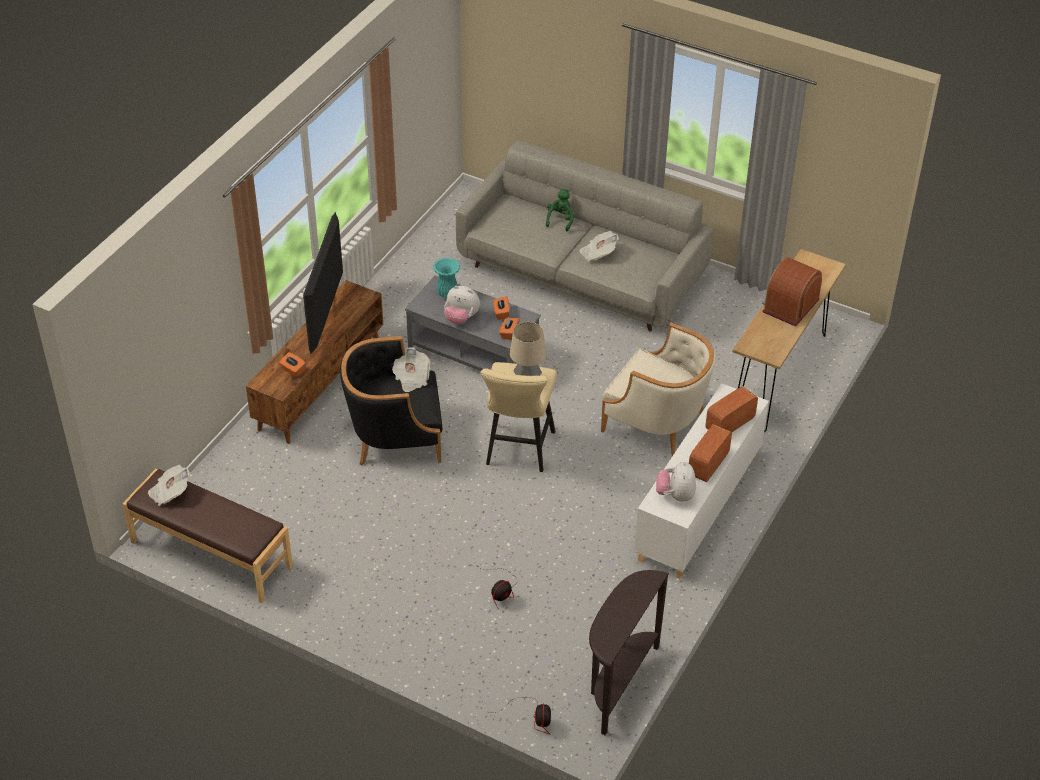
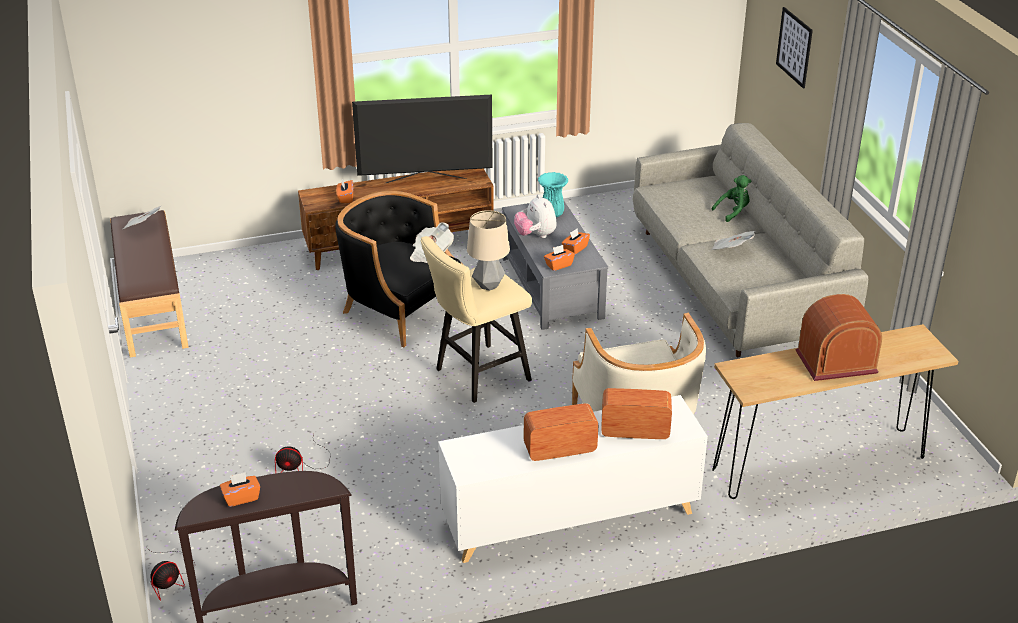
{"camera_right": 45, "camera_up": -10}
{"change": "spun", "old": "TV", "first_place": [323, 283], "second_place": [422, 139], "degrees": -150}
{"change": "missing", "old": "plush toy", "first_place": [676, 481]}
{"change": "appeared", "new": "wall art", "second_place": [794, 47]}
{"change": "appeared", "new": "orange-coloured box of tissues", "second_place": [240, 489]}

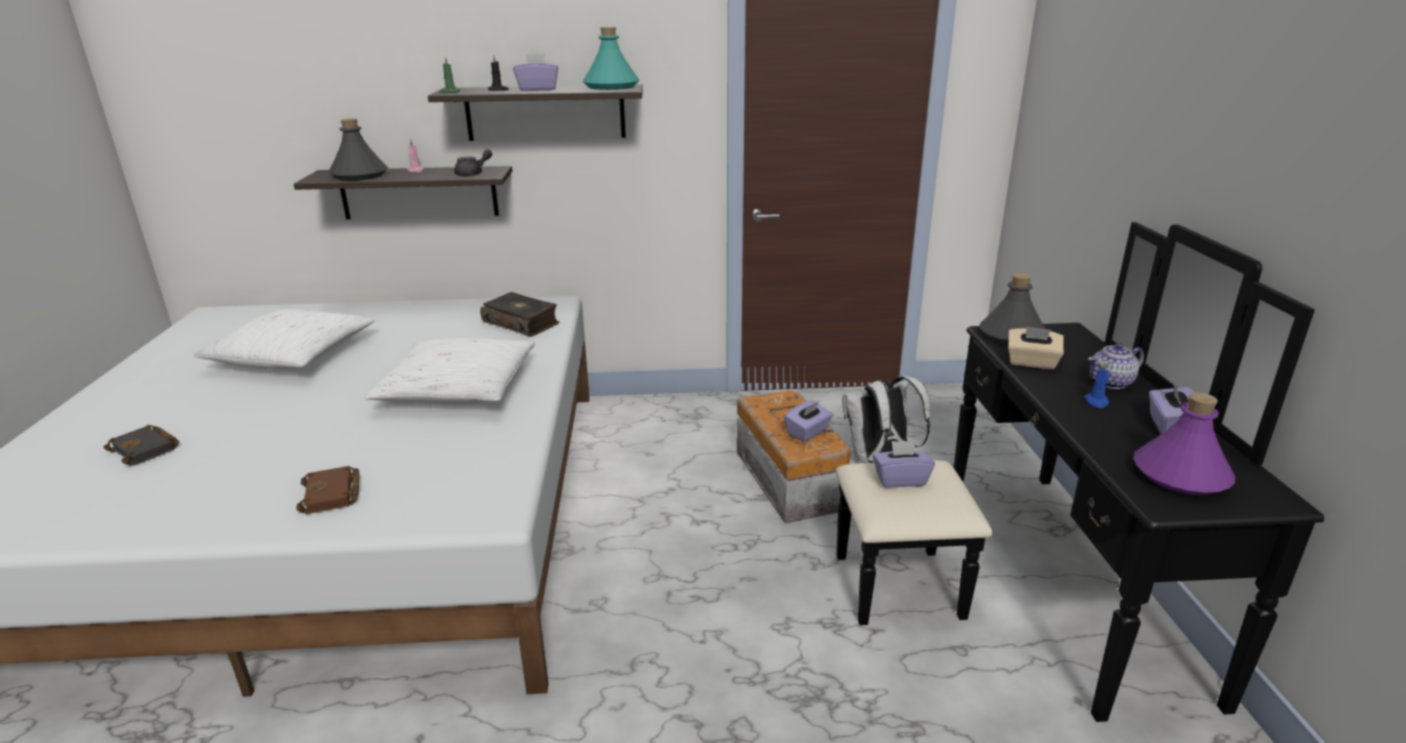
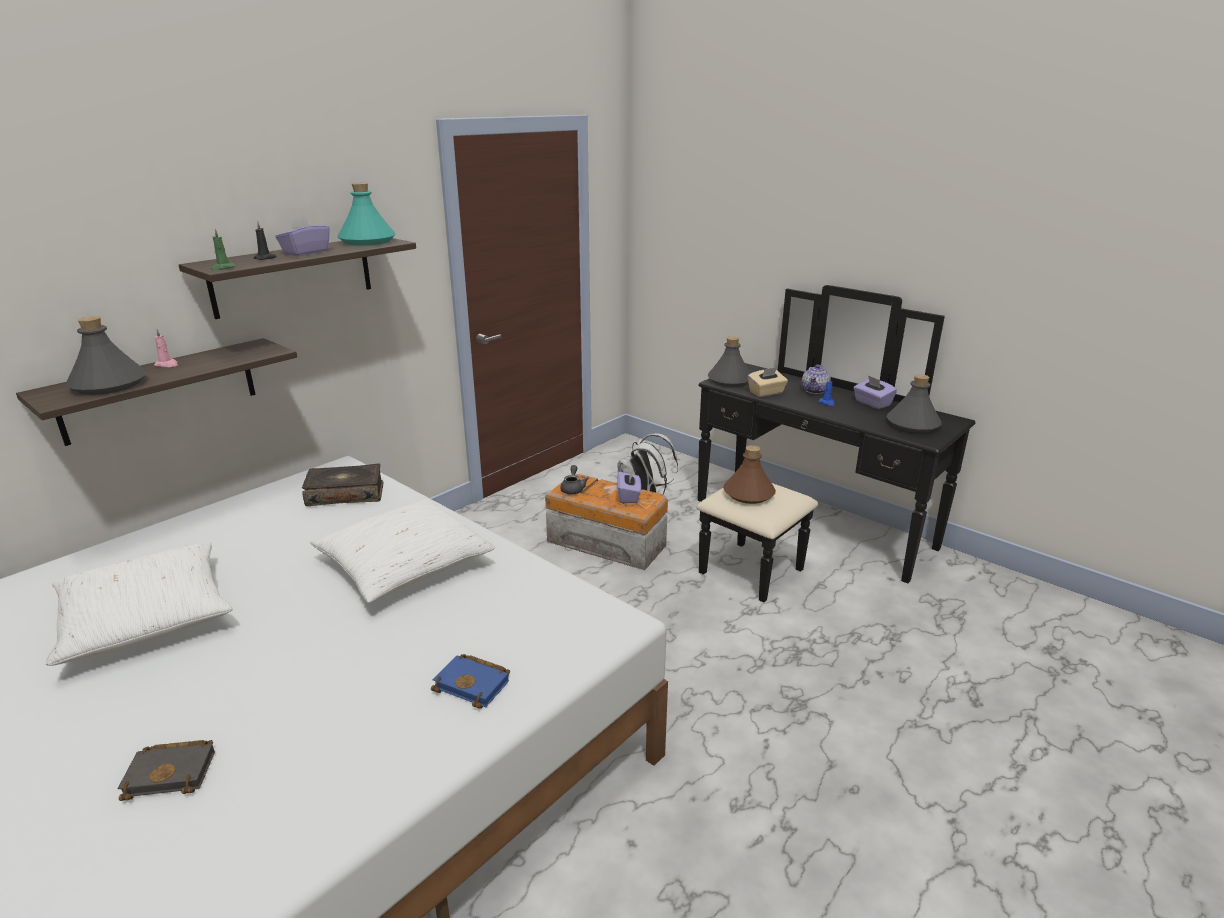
{"camera_right": -45, "camera_up": 0}
{"change": "relocated", "old": "greyish pot for tea", "first_place": [473, 163], "second_place": [574, 479]}
{"change": "colour", "old": "purple drink bottle", "new": "greyish drink bottle", "first_place": [1184, 443], "second_place": [914, 403]}
{"change": "exchanged", "old": "purple box of tissues", "new": "brownish drink bottle", "first_place": [904, 464], "second_place": [749, 474]}
{"change": "colour", "old": "brownish book", "new": "blue book", "first_place": [328, 490], "second_place": [470, 681]}

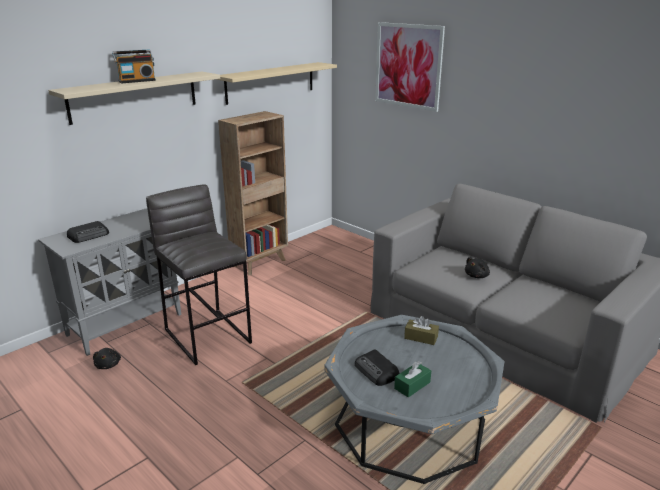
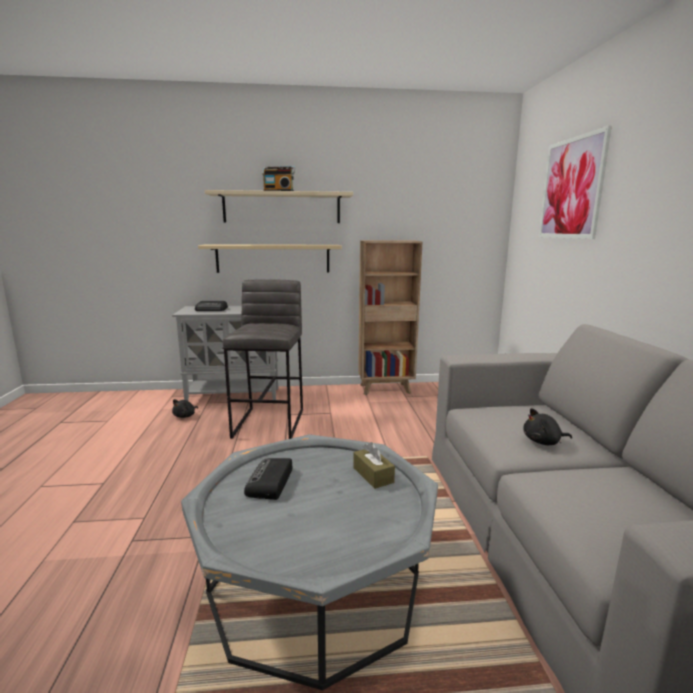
{"camera_right": 40, "camera_up": -10}
{"change": "relocated", "old": "sand-coloured shelf", "first_place": [276, 83], "second_place": [270, 258]}
{"change": "missing", "old": "green box of tissues", "first_place": [412, 379]}

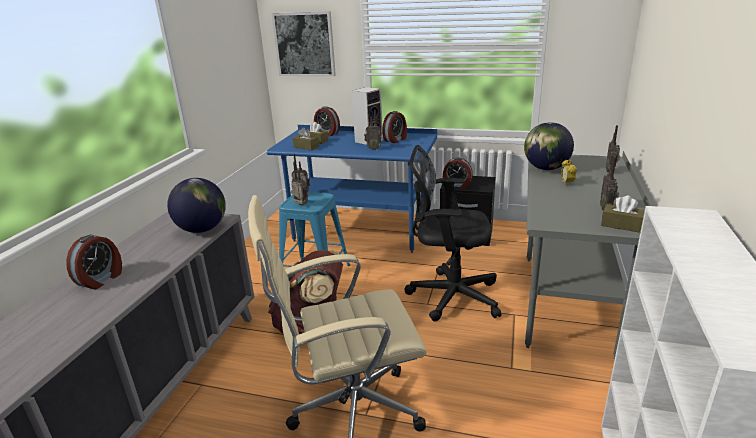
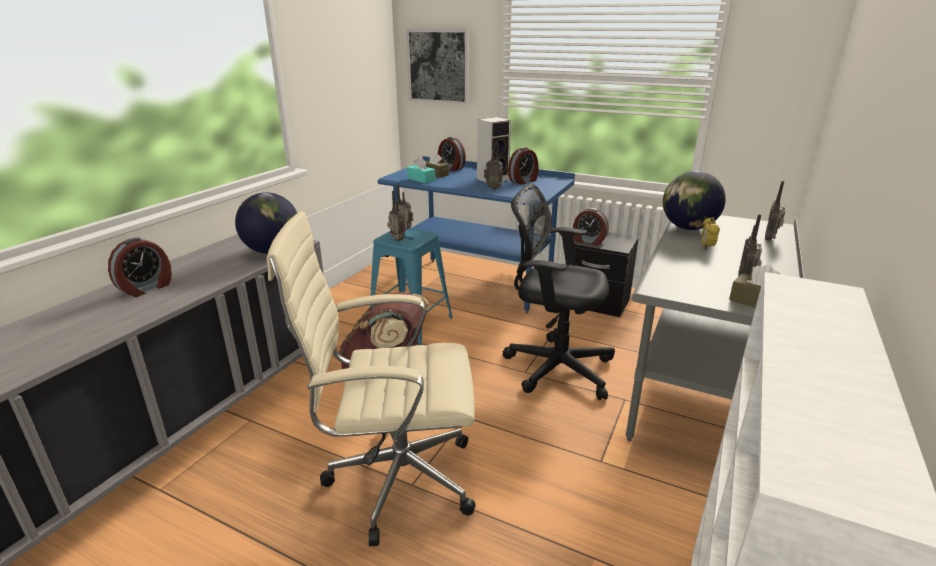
{"camera_right": 10, "camera_up": 0}
{"change": "colour", "old": "brownish box of tissues", "new": "turquoise box of tissues", "first_place": [305, 139], "second_place": [421, 170]}

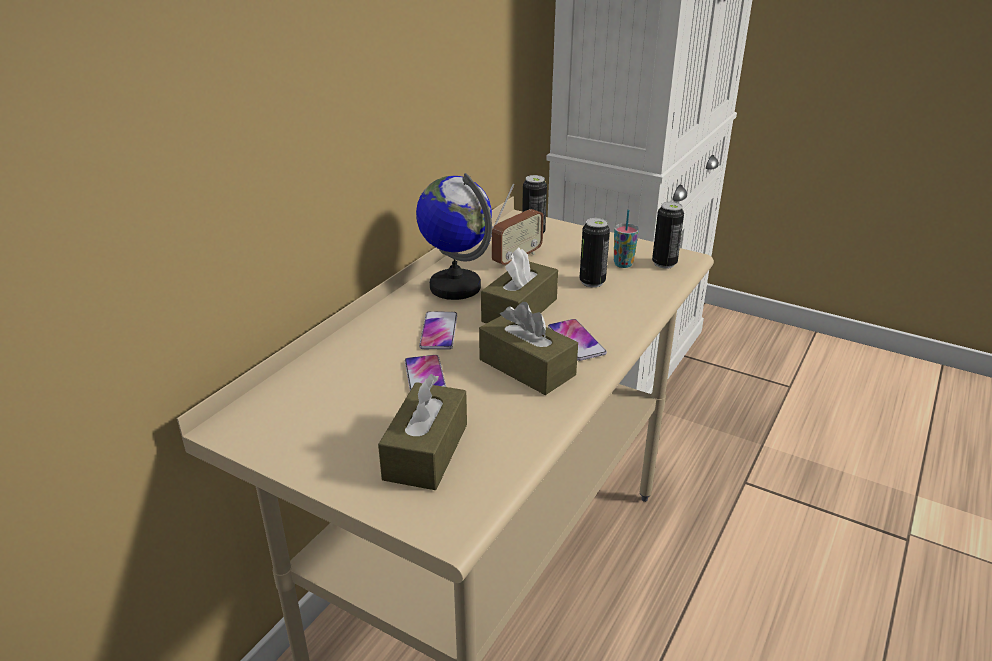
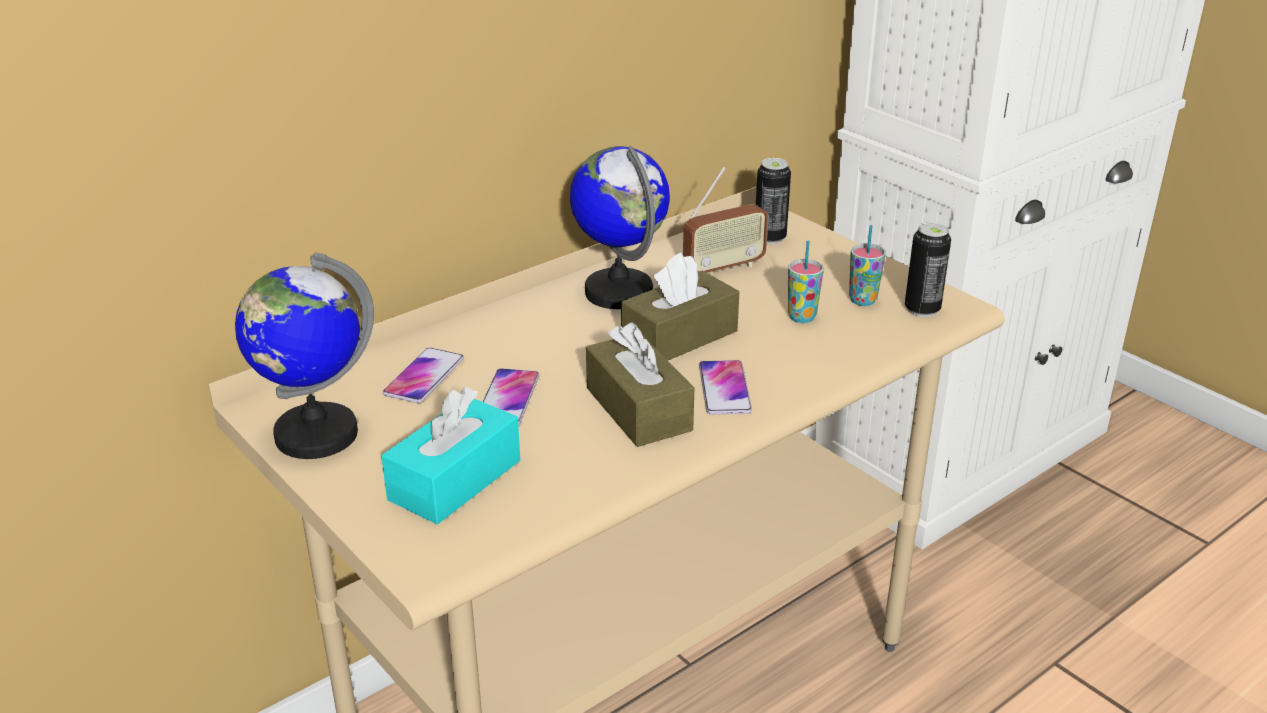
{"camera_right": 20, "camera_up": 0}
{"change": "exchanged", "old": "can", "new": "cup", "first_place": [595, 252], "second_place": [806, 281]}
{"change": "relocated", "old": "handset", "first_place": [438, 330], "second_place": [423, 375]}
{"change": "colour", "old": "brownish box of tissues", "new": "turquoise box of tissues", "first_place": [422, 432], "second_place": [450, 456]}
{"change": "appeared", "new": "world globe", "second_place": [304, 356]}

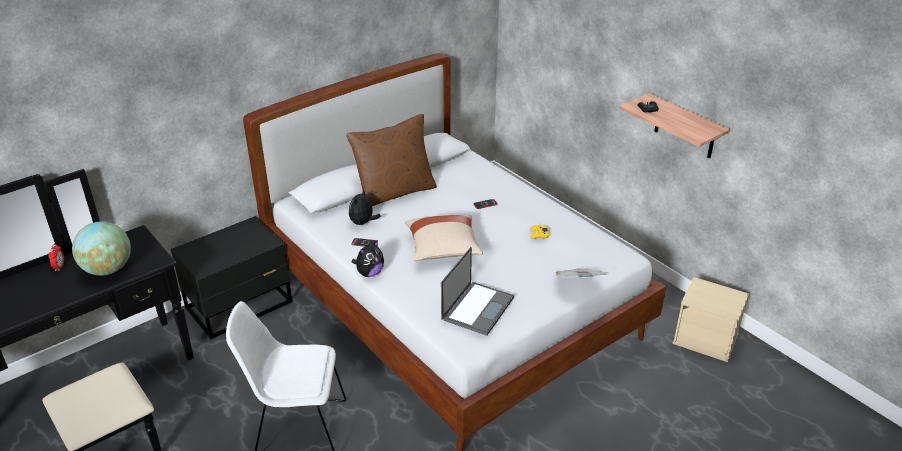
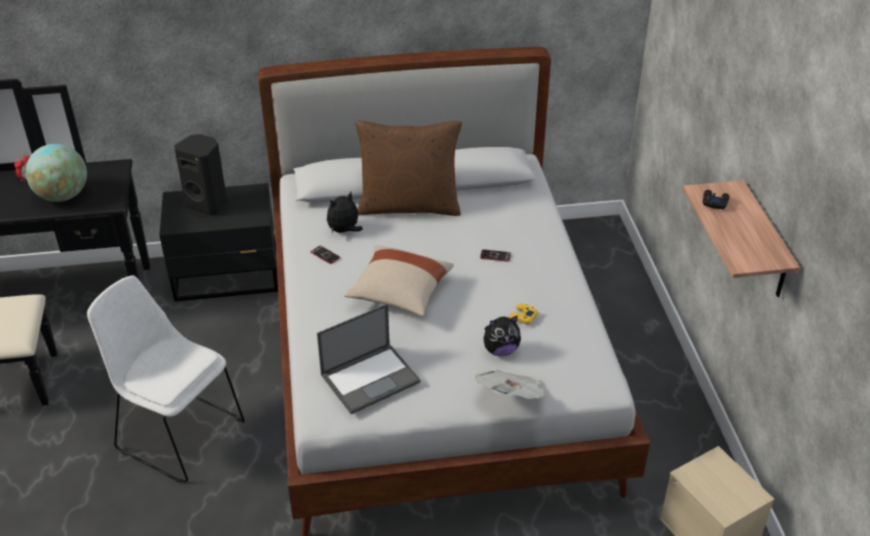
{"camera_right": 30, "camera_up": 5}
{"change": "relocated", "old": "plush toy", "first_place": [368, 258], "second_place": [502, 335]}
{"change": "appeared", "new": "black speaker", "second_place": [200, 174]}

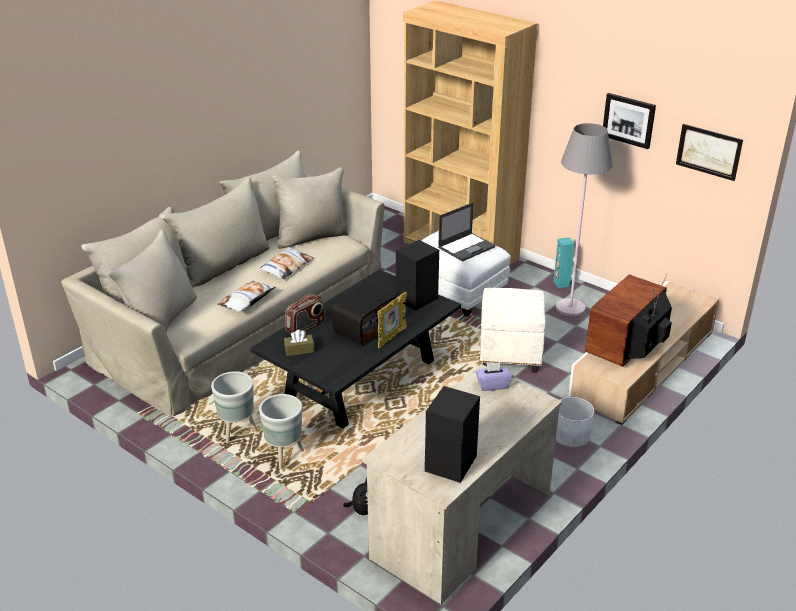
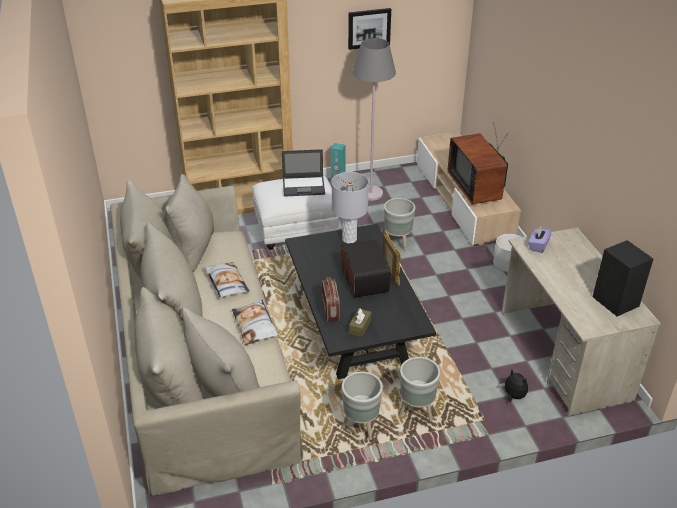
{"camera_right": -55, "camera_up": 5}
{"change": "missing", "old": "wall art", "first_place": [709, 152]}
{"change": "spun", "old": "portable computer", "first_place": [466, 232], "second_place": [303, 173], "degrees": 90}
{"change": "exchanged", "old": "black speaker", "new": "greyish lamp for a table", "first_place": [417, 275], "second_place": [350, 208]}
{"change": "exchanged", "old": "white footrest", "new": "greyish planter", "first_place": [513, 330], "second_place": [400, 225]}

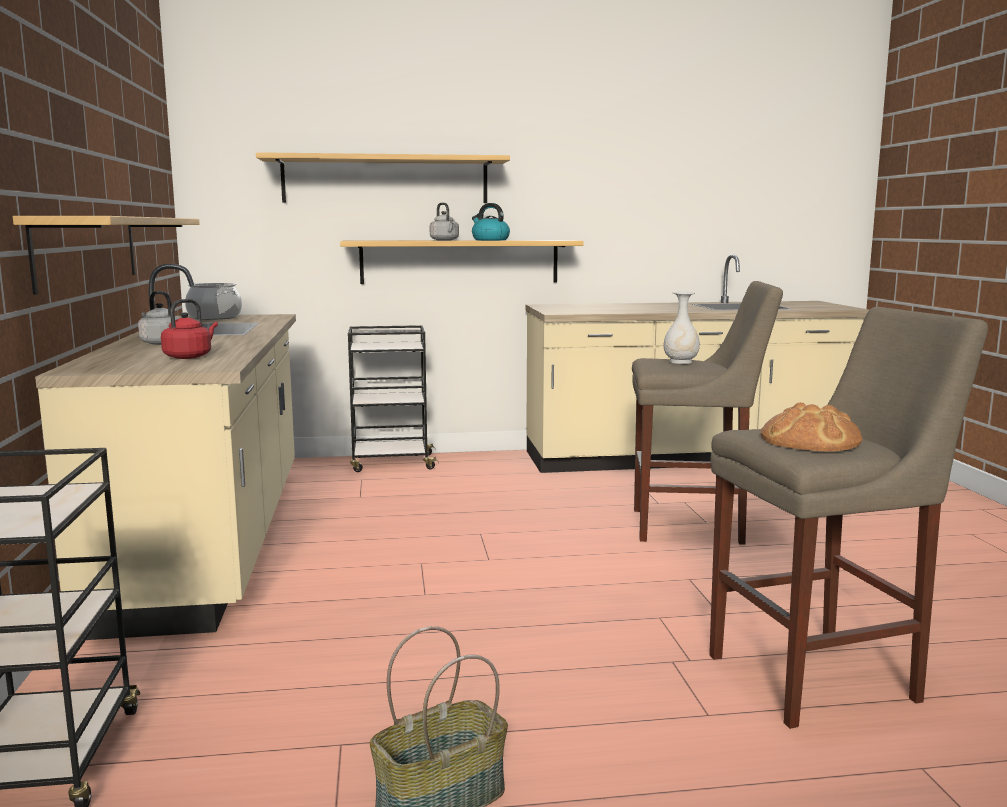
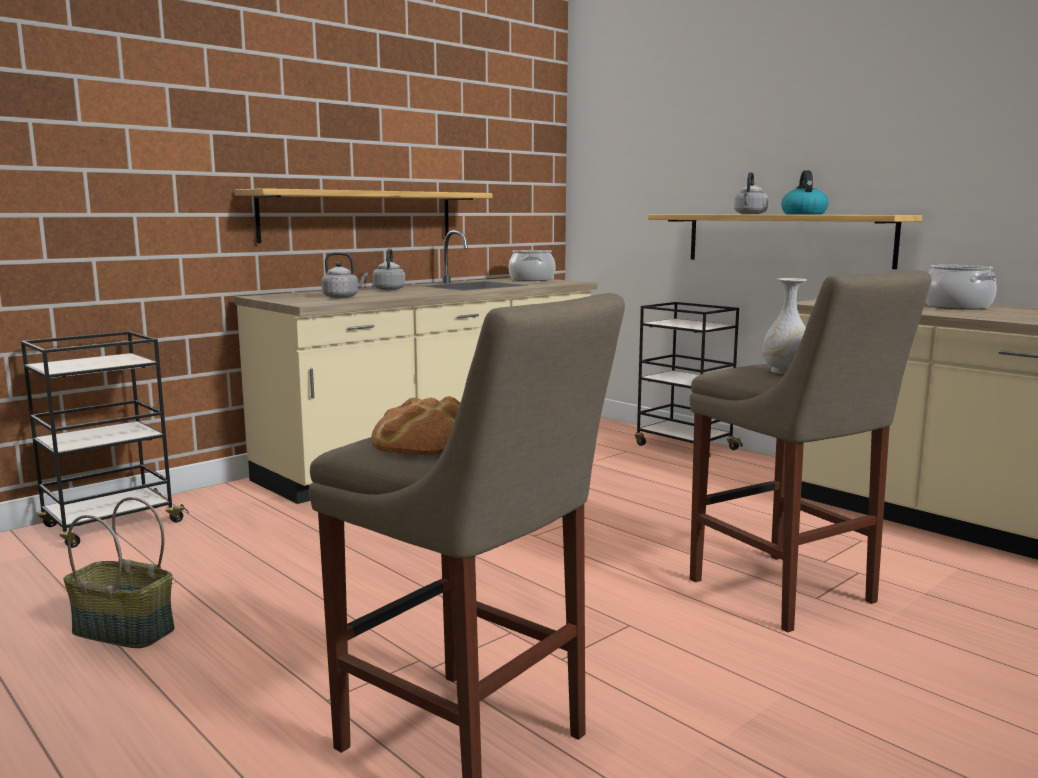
{"camera_right": 55, "camera_up": 0}
{"change": "missing", "old": "shelf", "first_place": [383, 177]}
{"change": "colour", "old": "reddish kettle", "new": "greyish kettle", "first_place": [189, 329], "second_place": [345, 275]}
{"change": "appeared", "new": "saucepot", "second_place": [961, 287]}

